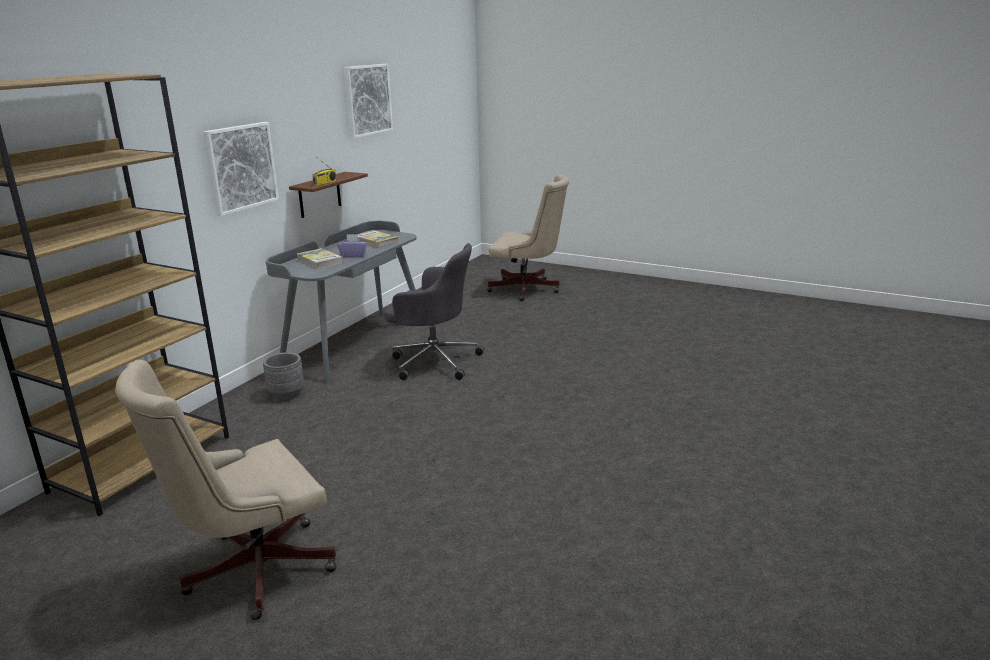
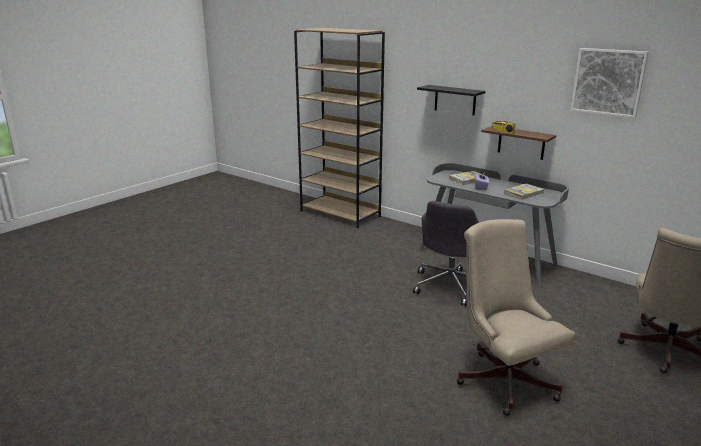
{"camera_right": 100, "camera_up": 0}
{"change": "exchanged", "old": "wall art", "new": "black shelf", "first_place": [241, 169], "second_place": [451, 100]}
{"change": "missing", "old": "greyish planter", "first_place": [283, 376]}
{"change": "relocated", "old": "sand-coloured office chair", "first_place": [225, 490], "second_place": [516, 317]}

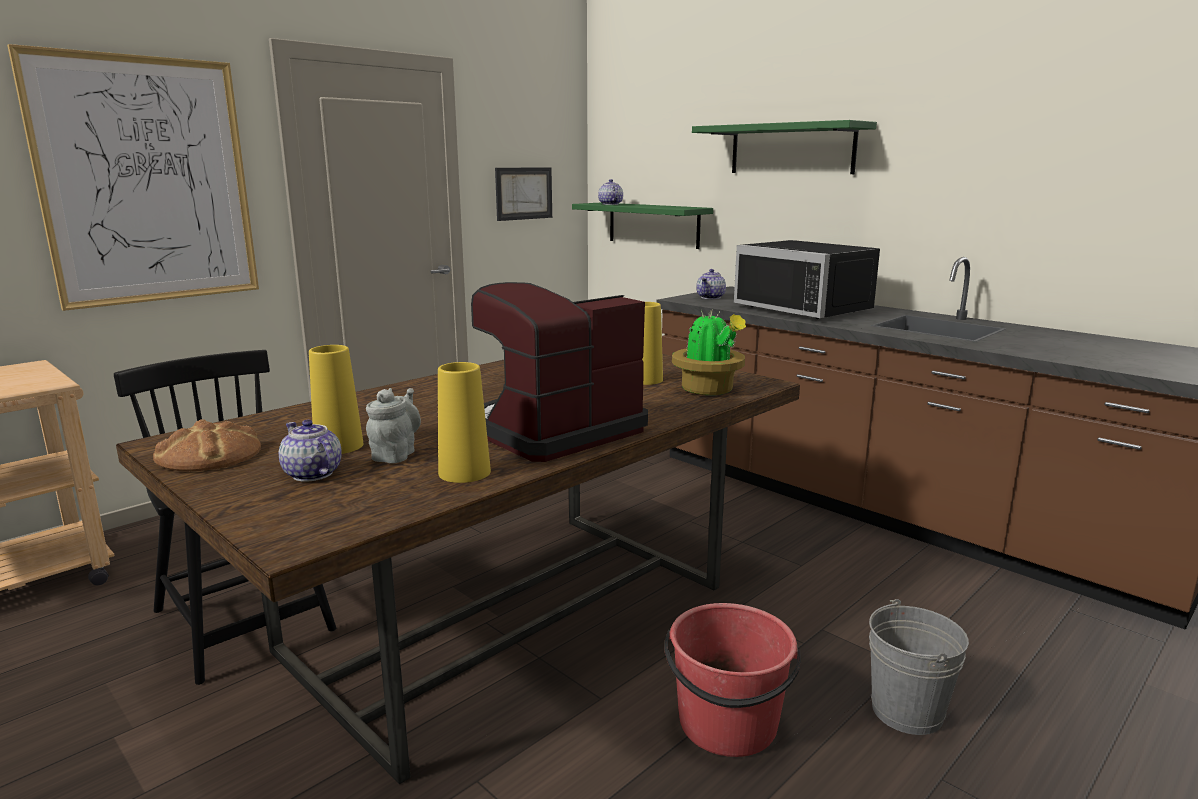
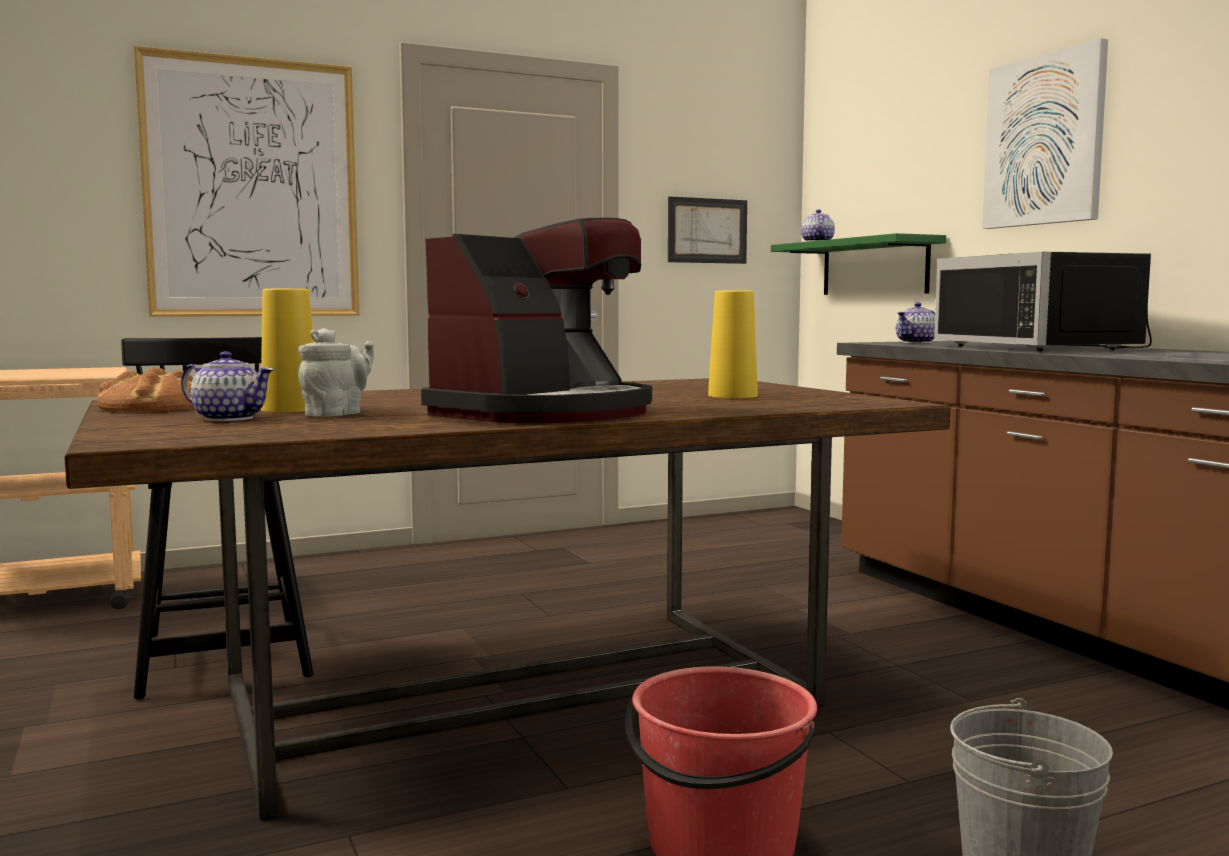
{"camera_right": 20, "camera_up": -10}
{"change": "exchanged", "old": "green shelf", "new": "wall art", "first_place": [784, 147], "second_place": [1045, 133]}
{"change": "spun", "old": "coffee brewer", "first_place": [559, 372], "second_place": [536, 320], "degrees": 150}
{"change": "missing", "old": "potted plant", "first_place": [709, 351]}
{"change": "missing", "old": "yellow-coloured decorative vase", "first_place": [464, 422]}
{"change": "spun", "old": "pot for tea", "first_place": [310, 451], "second_place": [227, 386], "degrees": 135}

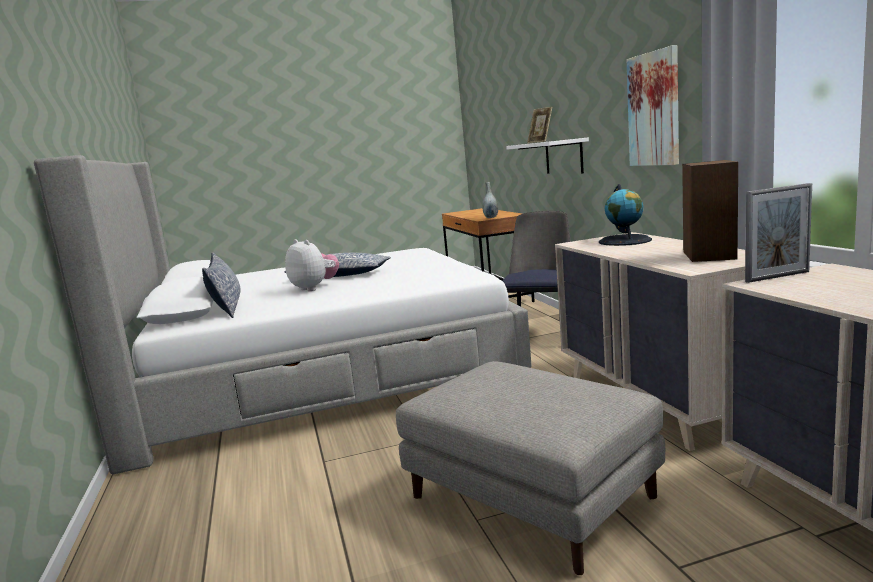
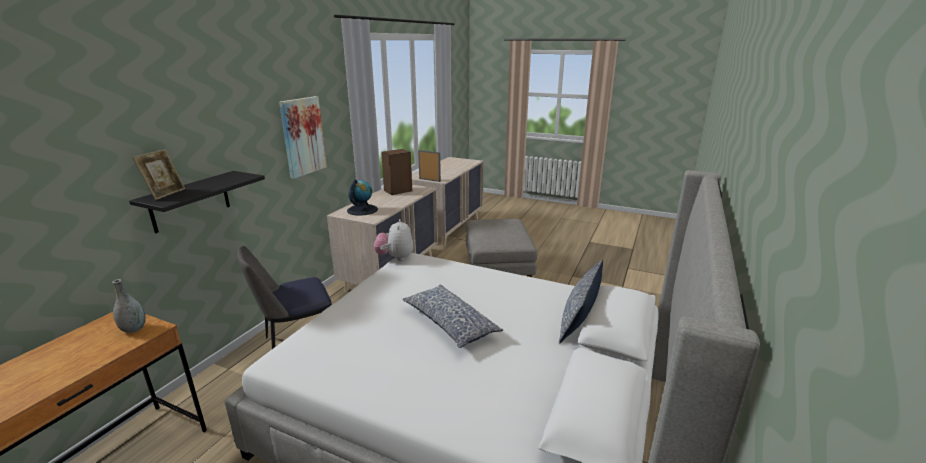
{"camera_right": -140, "camera_up": 10}
{"change": "colour", "old": "white shelf", "new": "black shelf", "first_place": [547, 155], "second_place": [197, 202]}
{"change": "relocated", "old": "plush toy", "first_place": [312, 265], "second_place": [393, 240]}

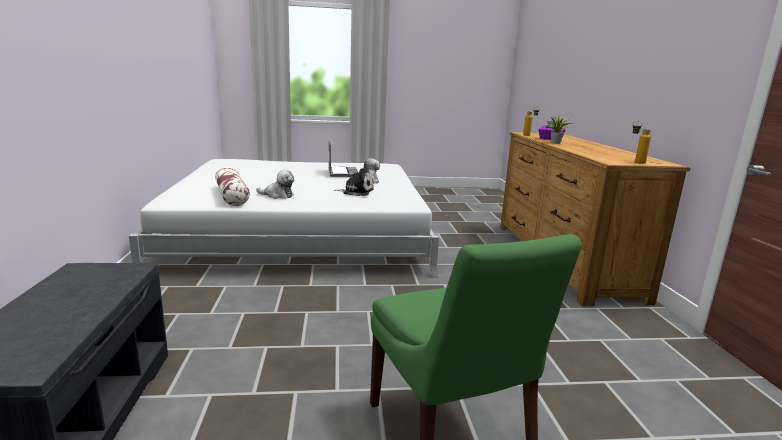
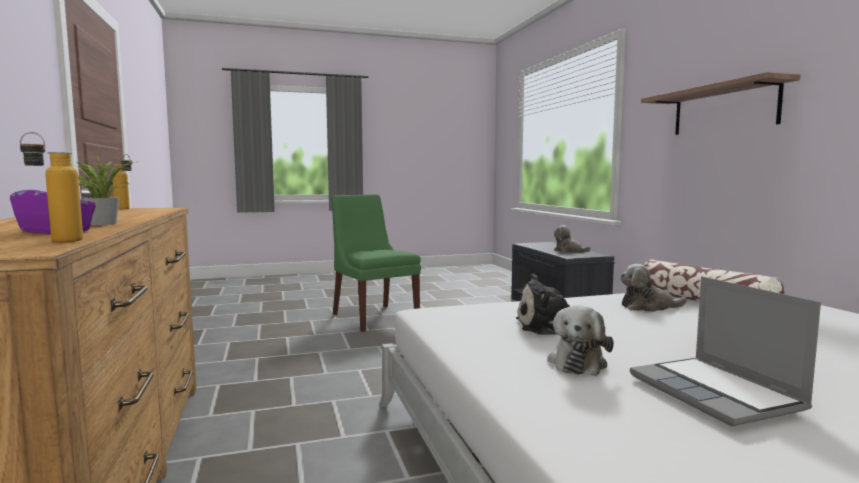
{"camera_right": 170, "camera_up": -10}
{"change": "appeared", "new": "shelf", "second_place": [720, 103]}
{"change": "appeared", "new": "plush toy", "second_place": [572, 238]}

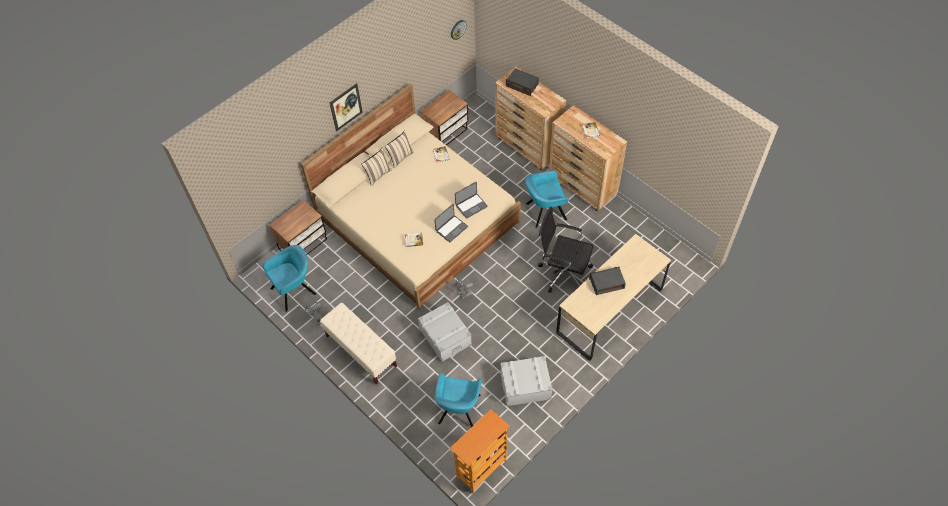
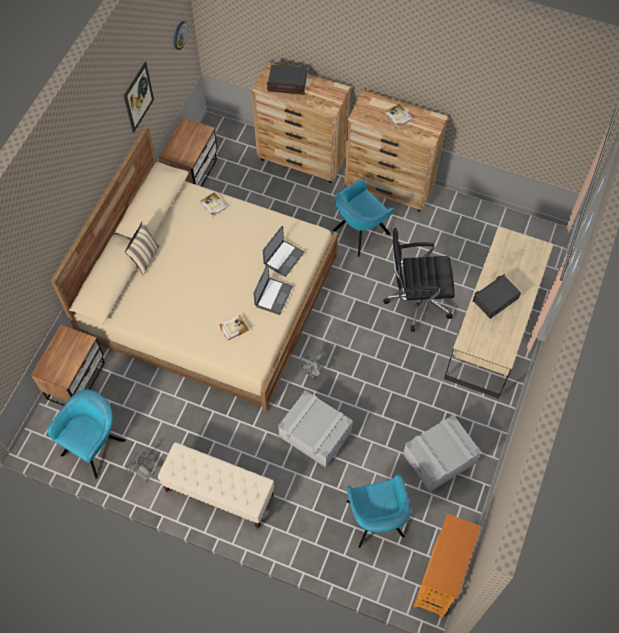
{"camera_right": -25, "camera_up": 5}
{"change": "relocated", "old": "wall art", "first_place": [346, 107], "second_place": [139, 97]}
{"change": "missing", "old": "sand-coloured cushion", "first_place": [399, 149]}

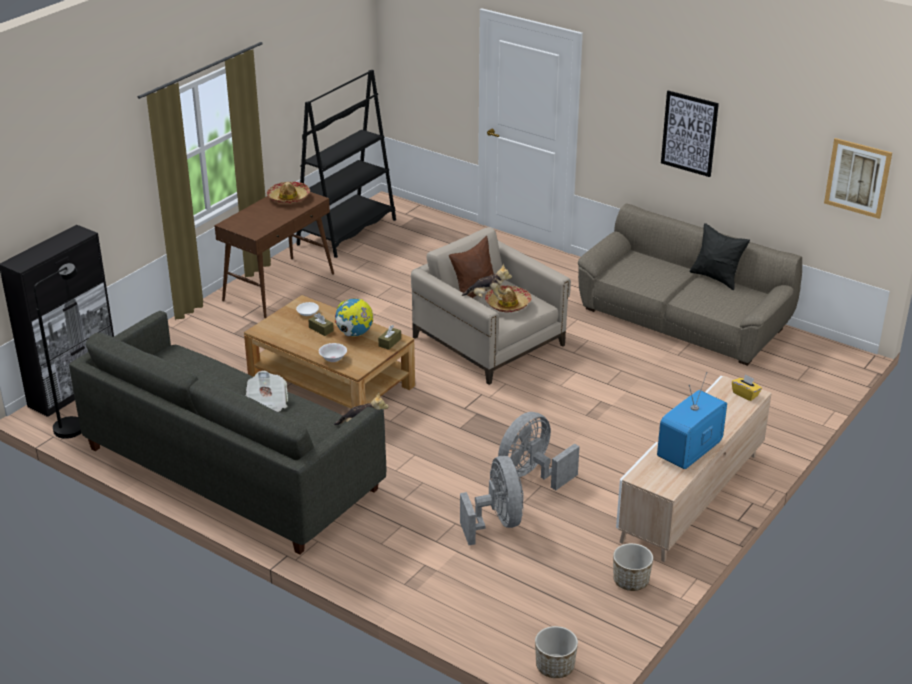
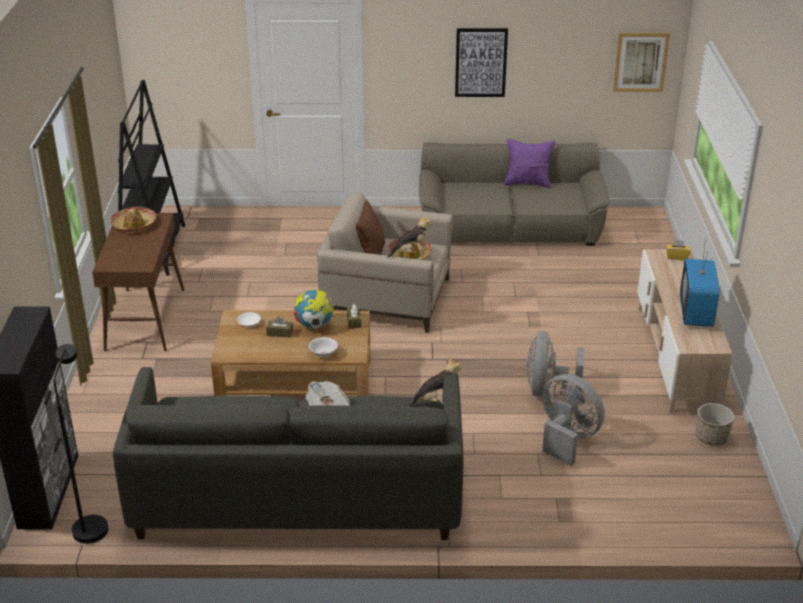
{"camera_right": -35, "camera_up": 0}
{"change": "colour", "old": "black cushion", "new": "purple cushion", "first_place": [719, 256], "second_place": [529, 163]}
{"change": "missing", "old": "planter", "first_place": [556, 652]}

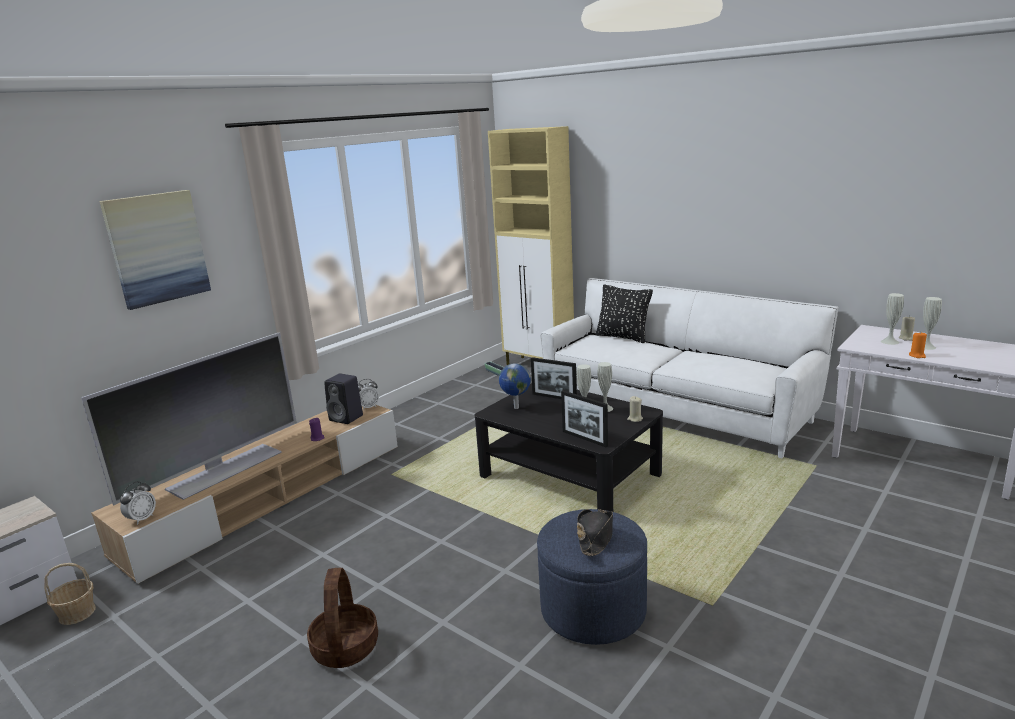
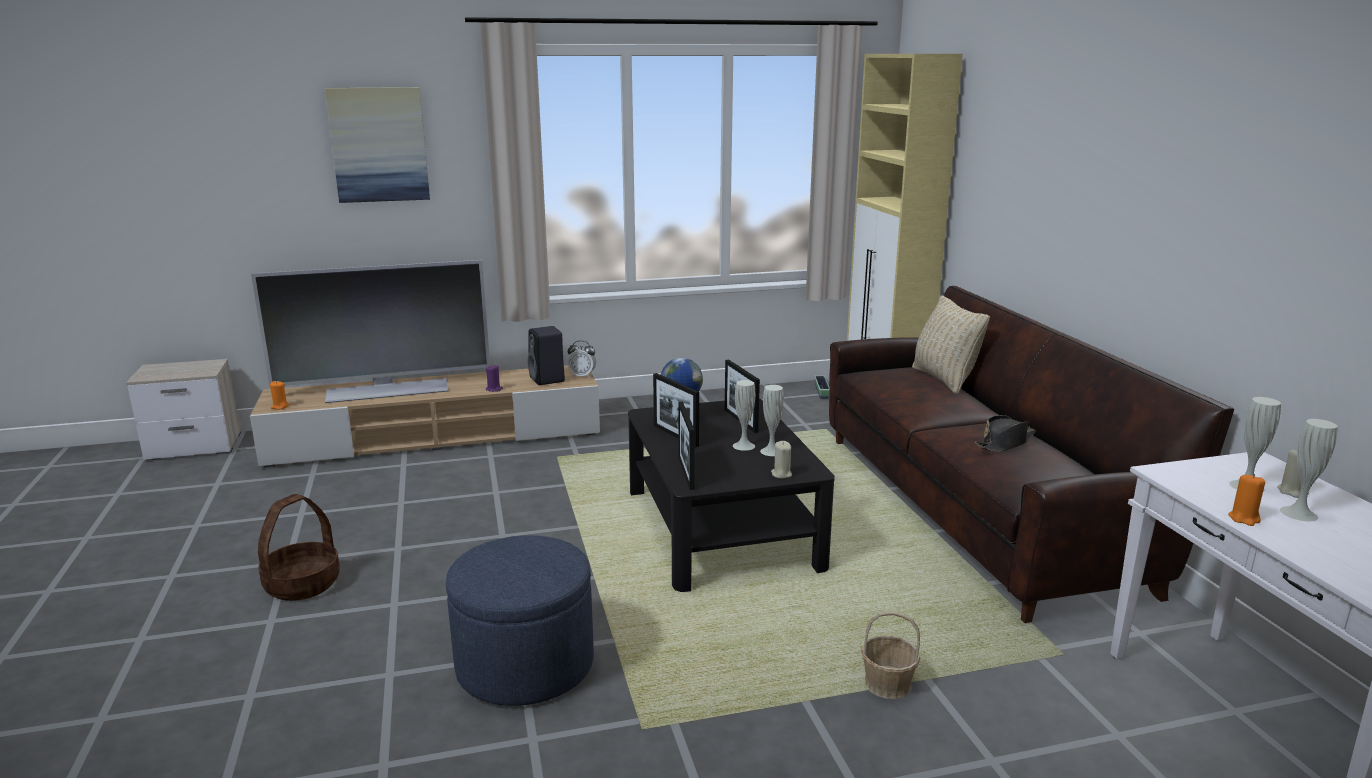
{"camera_right": 35, "camera_up": 0}
{"change": "colour", "old": "white sofa", "new": "brownish sofa", "first_place": [689, 368], "second_place": [1031, 454]}
{"change": "colour", "old": "black cushion", "new": "sand-coloured cushion", "first_place": [624, 313], "second_place": [951, 344]}
{"change": "exchanged", "old": "alarm clock", "new": "orange-coloured candle", "first_place": [138, 503], "second_place": [279, 395]}
{"change": "relocated", "old": "black clothing hat", "first_place": [595, 532], "second_place": [1005, 433]}
{"change": "relocated", "old": "household basket", "first_place": [70, 594], "second_place": [890, 655]}
{"change": "appeared", "new": "picture frame", "second_place": [676, 410]}

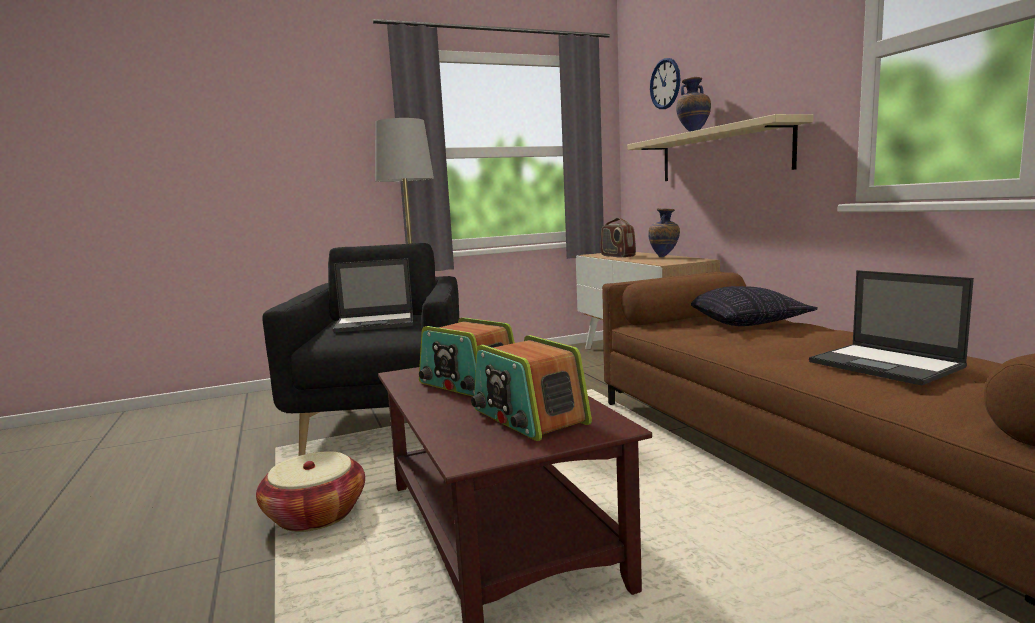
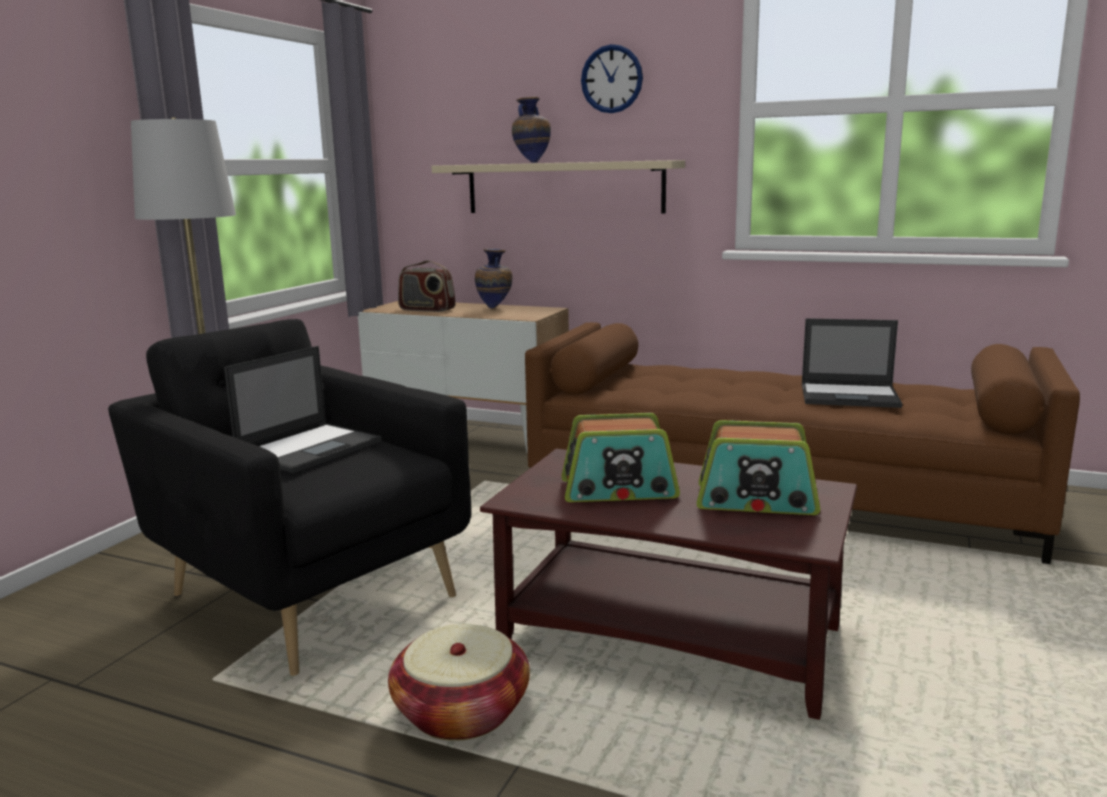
{"camera_right": -45, "camera_up": 5}
{"change": "relocated", "old": "clock on the wall", "first_place": [665, 83], "second_place": [612, 78]}
{"change": "missing", "old": "cushion", "first_place": [754, 306]}

